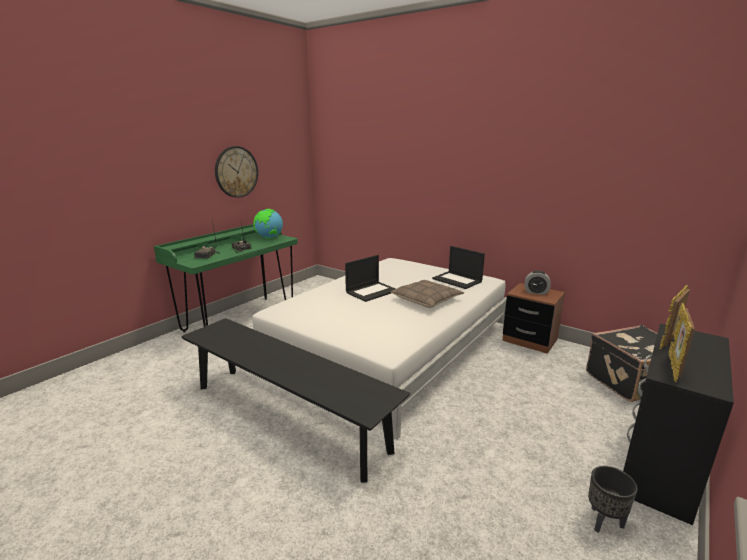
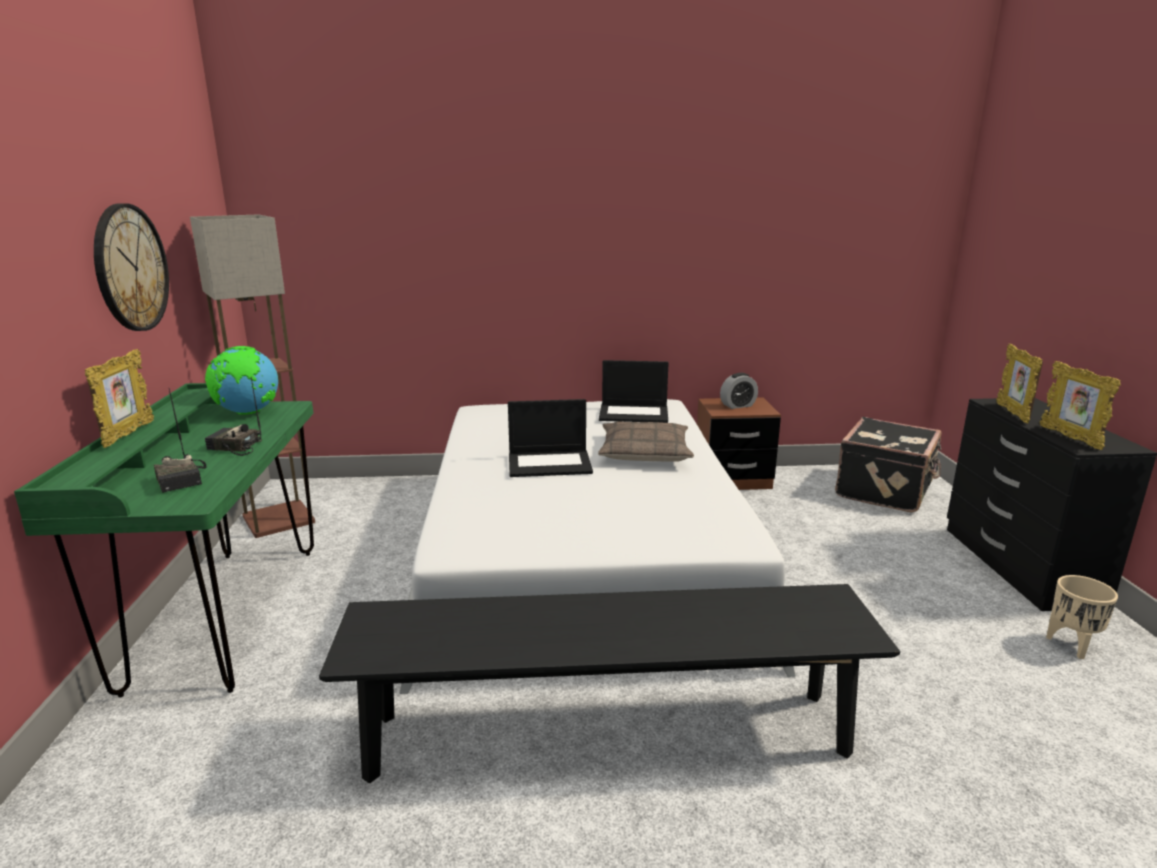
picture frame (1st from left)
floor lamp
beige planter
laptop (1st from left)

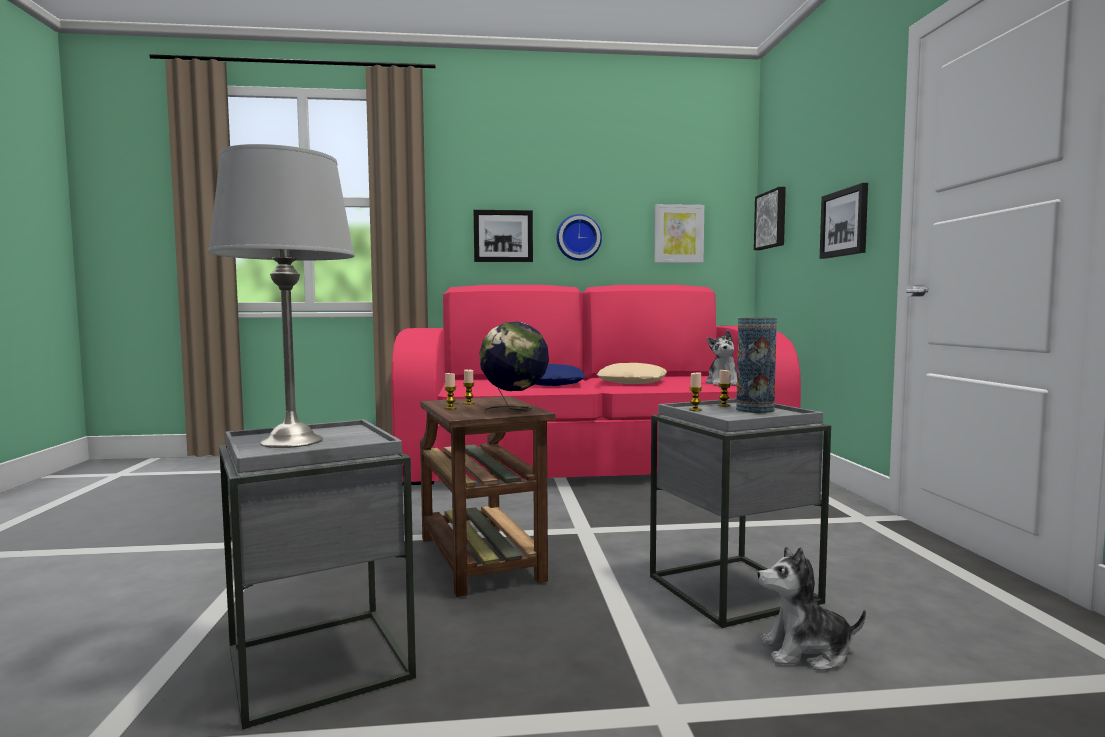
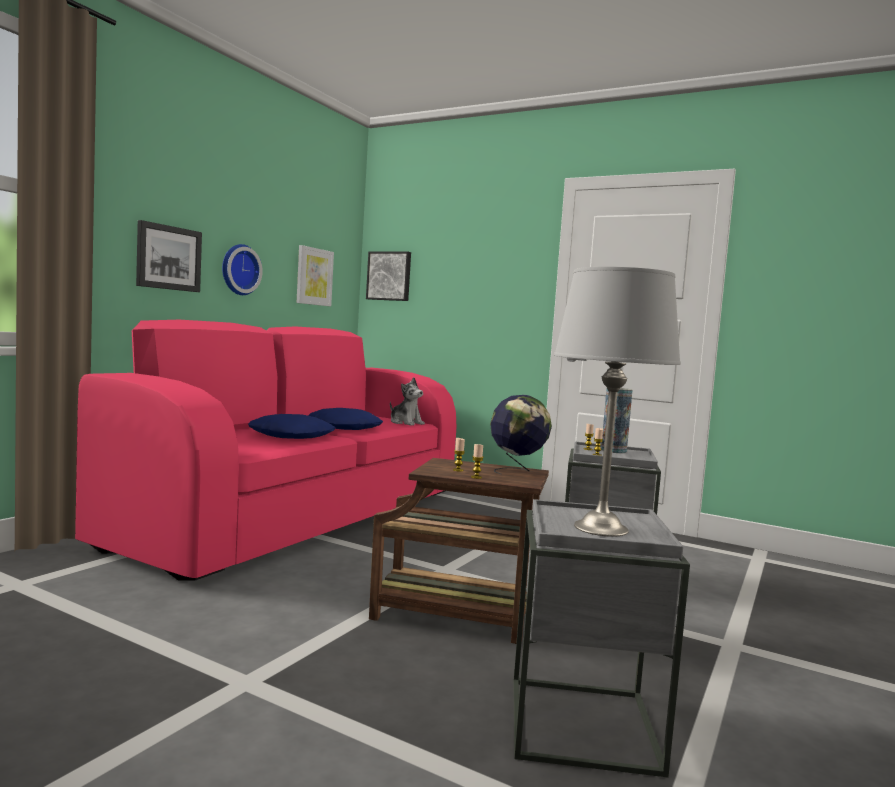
plush toy (2nd from left in the first image)
picture (4th from left in the first image)
blue pillow (2nd from left)

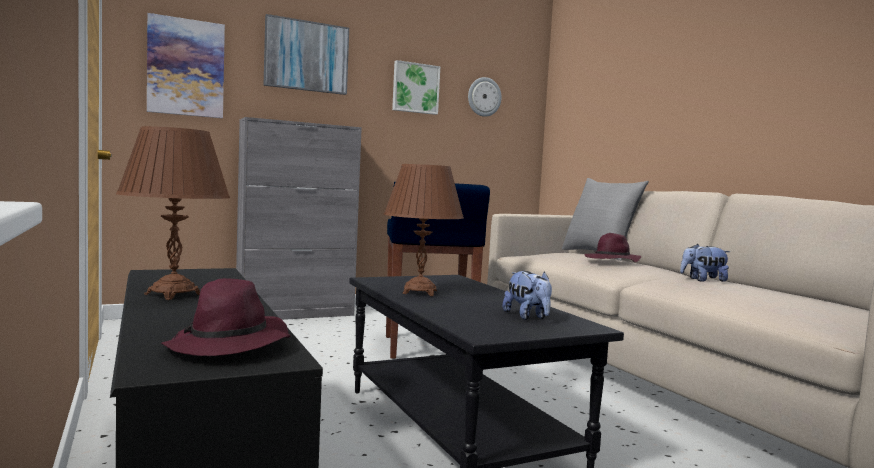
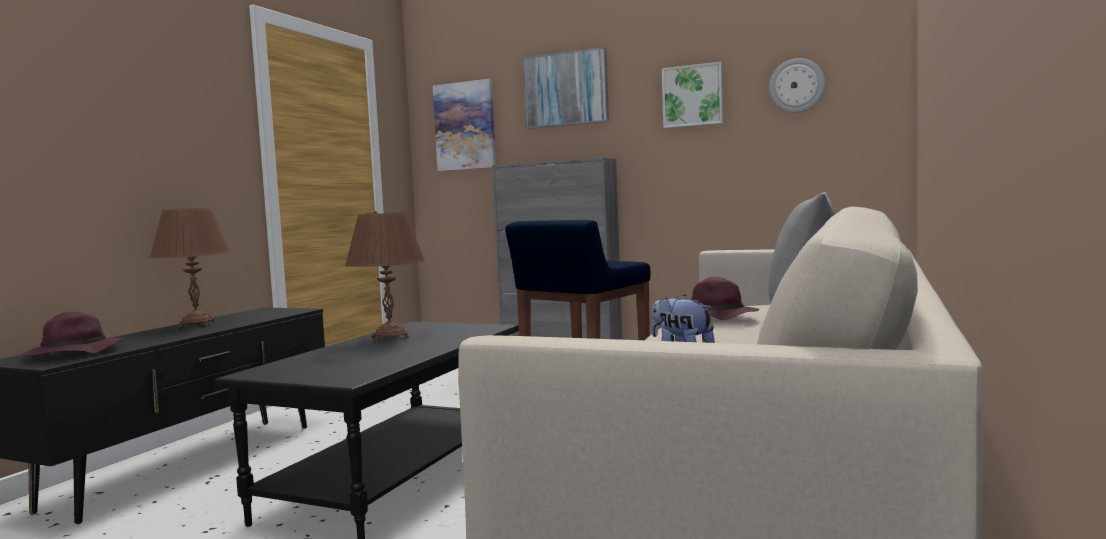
plush toy (1st from left in the first image)

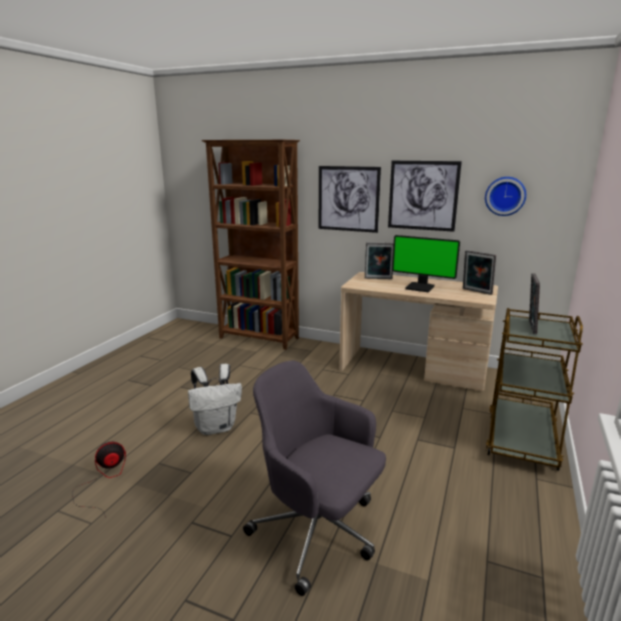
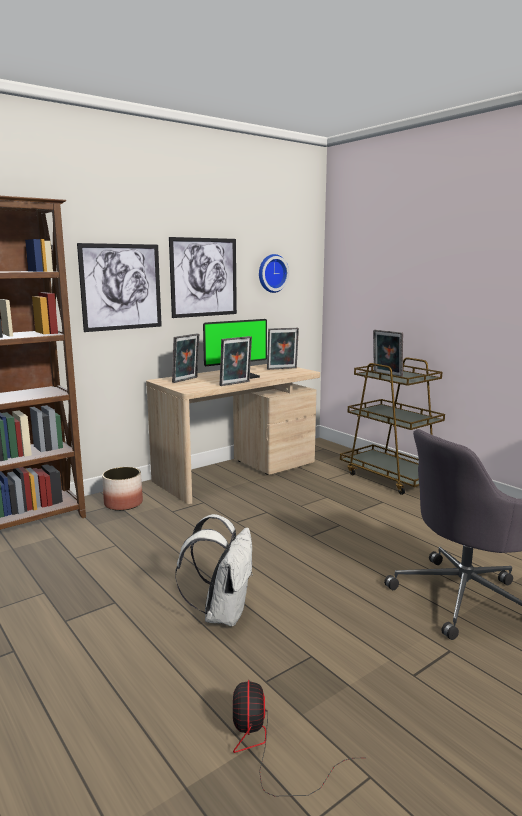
planter
picture frame (2nd from left)

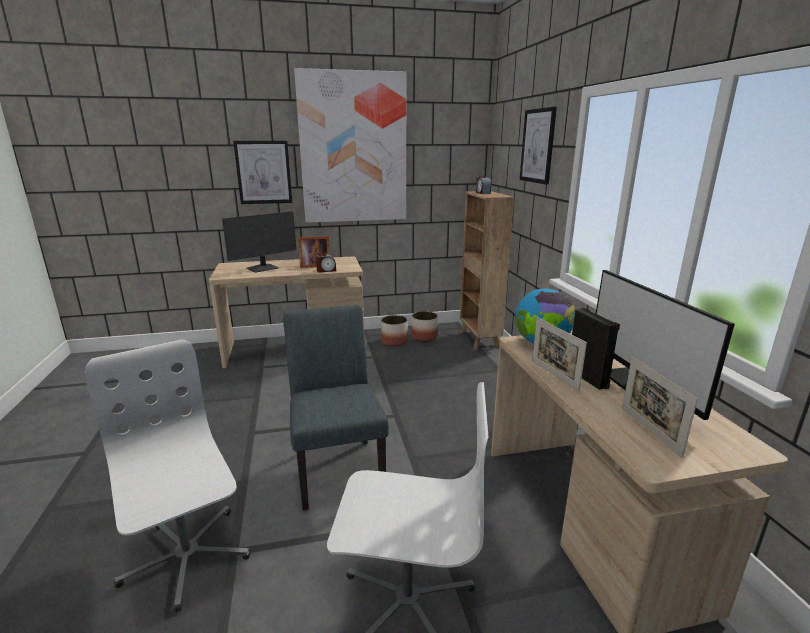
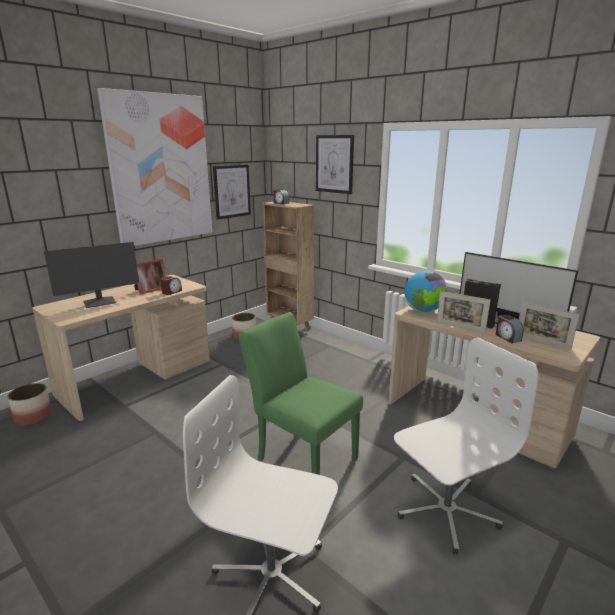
alarm clock (3rd from left)
picture (2nd from left)
planter (1st from left)
green chair
monitor (1st from left)

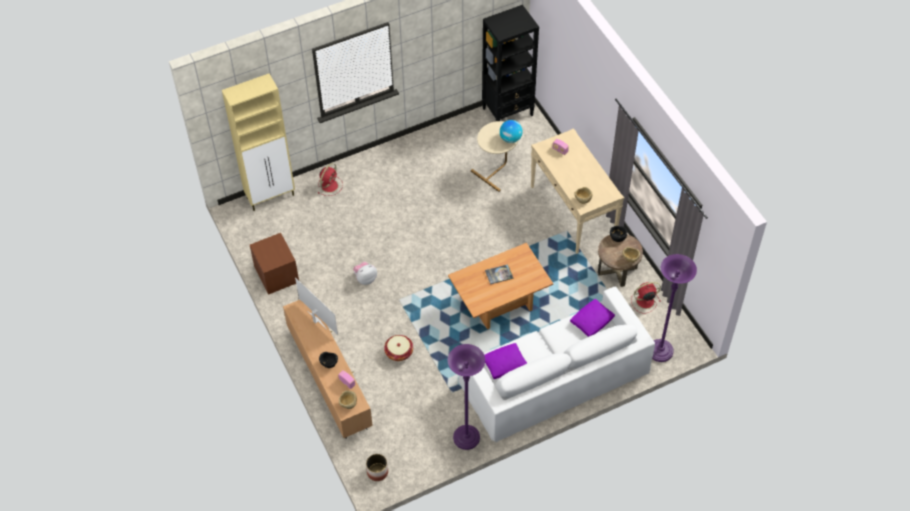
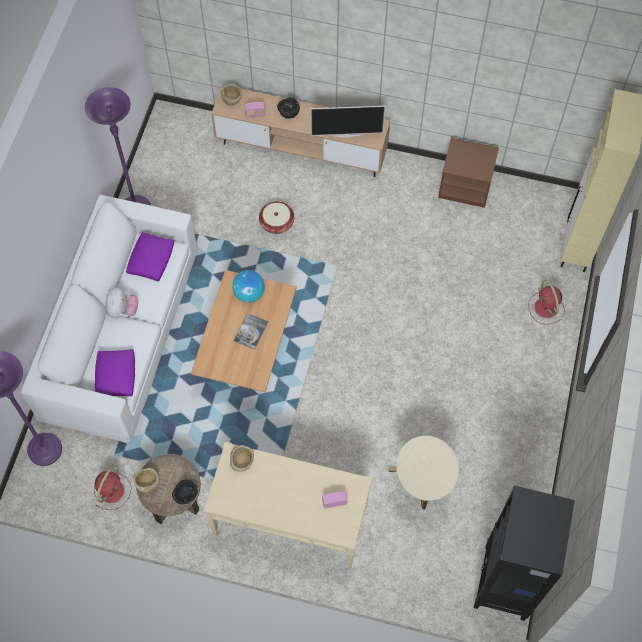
planter
plush toy
globe

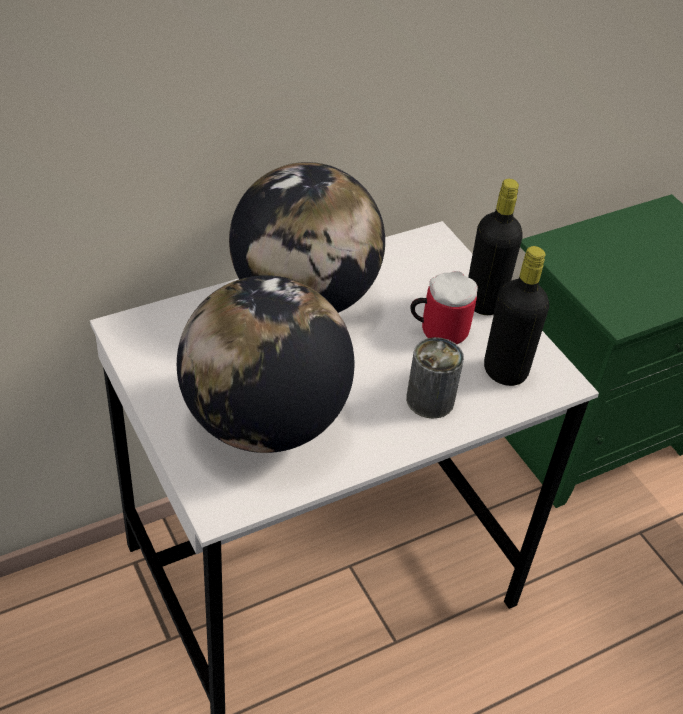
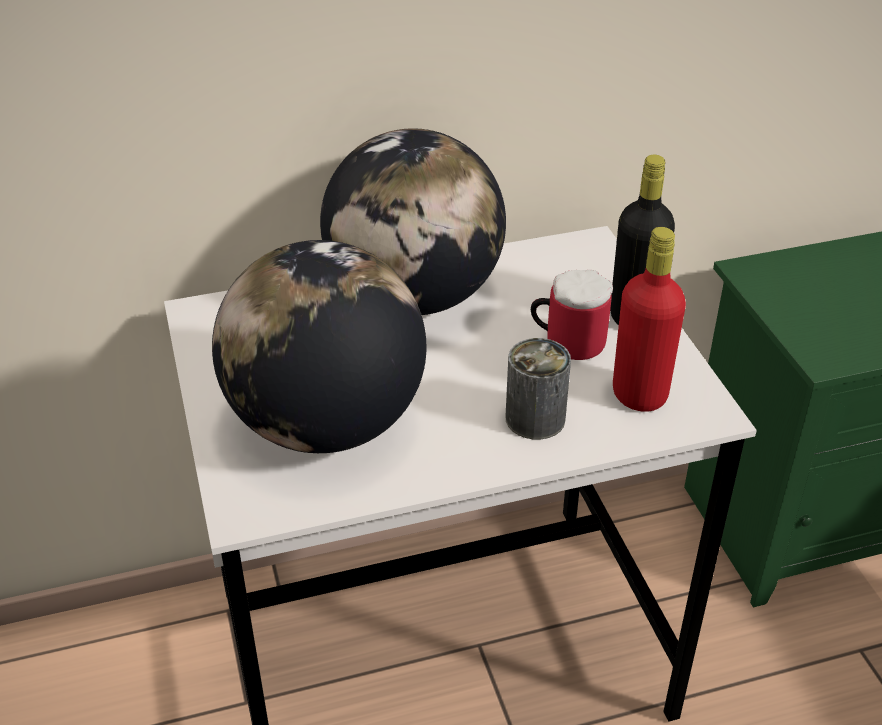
red bottle

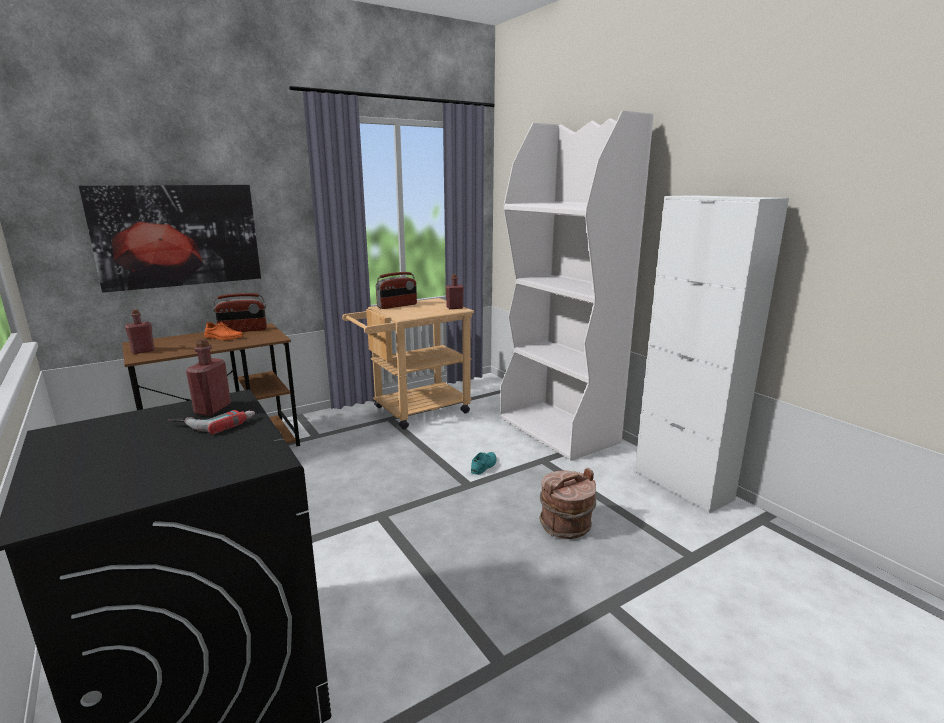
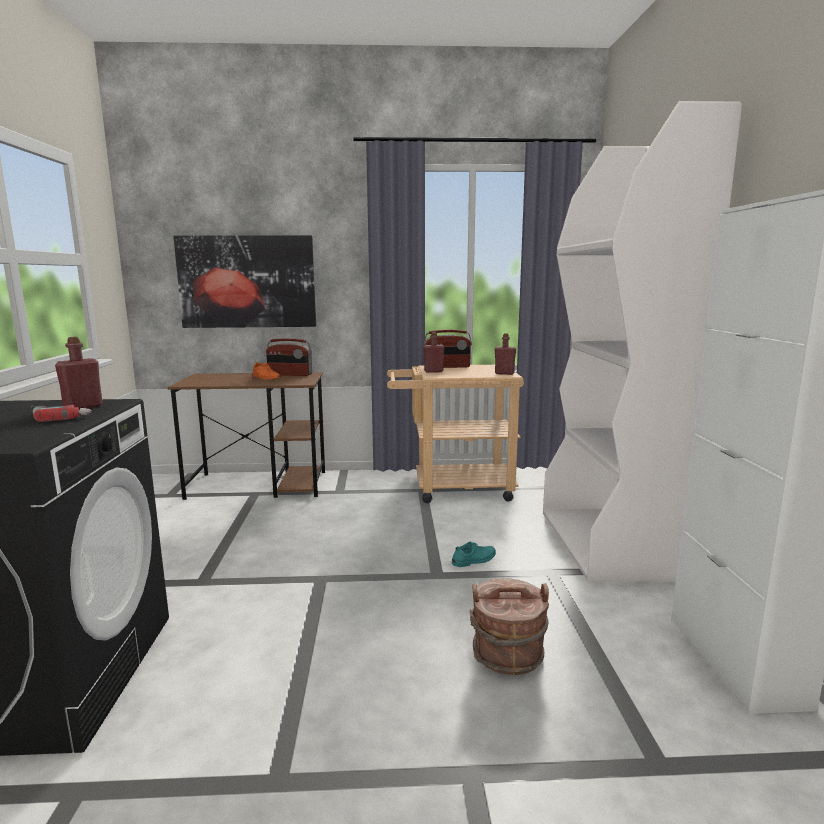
red bottle (2nd from left)

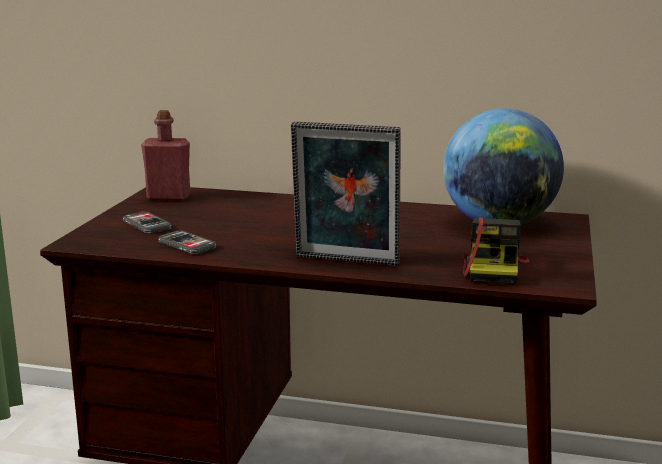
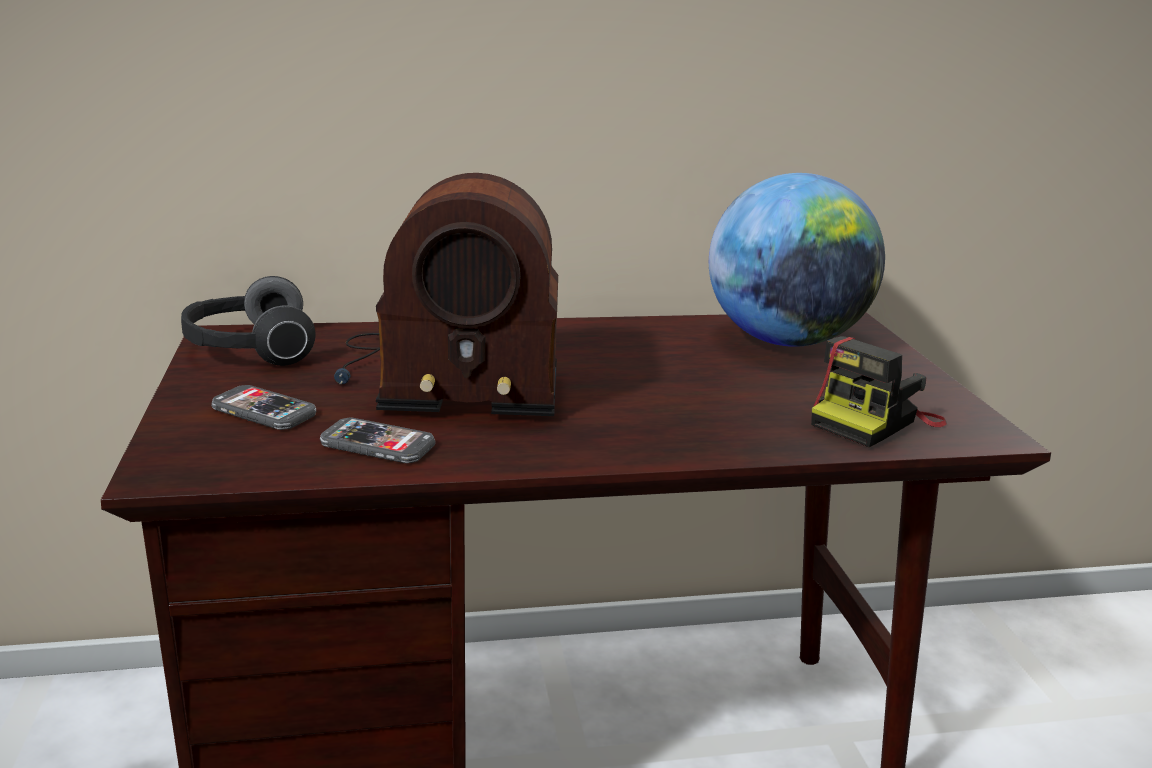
picture frame
radio
headphones
photo camera

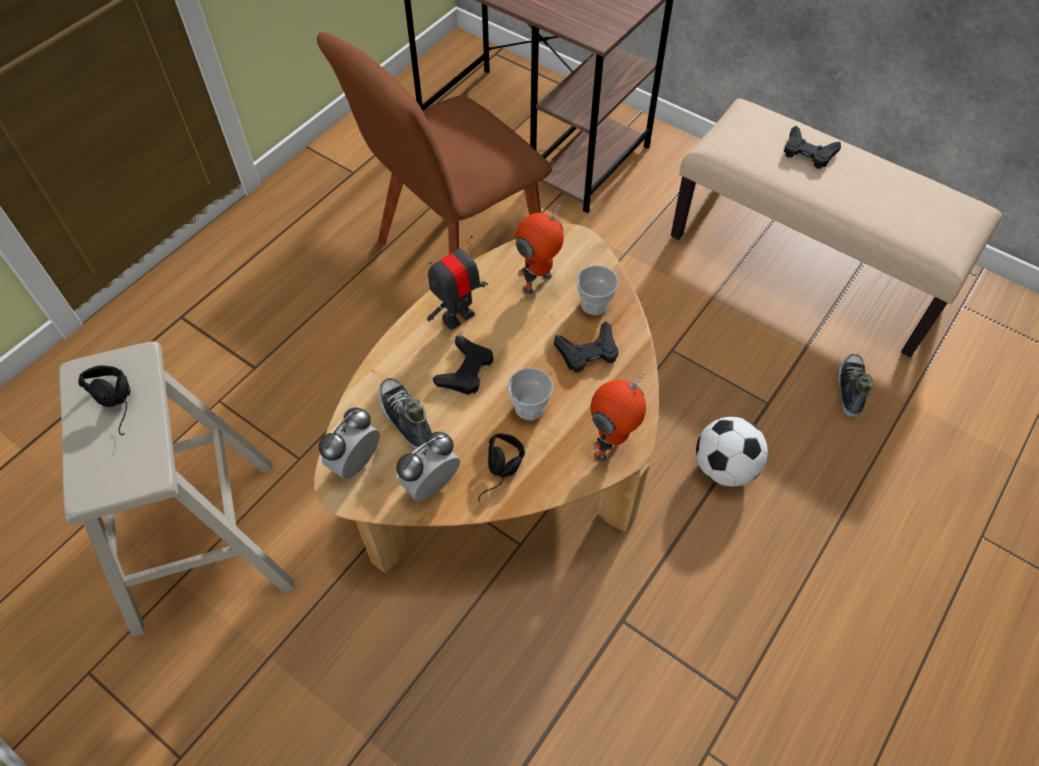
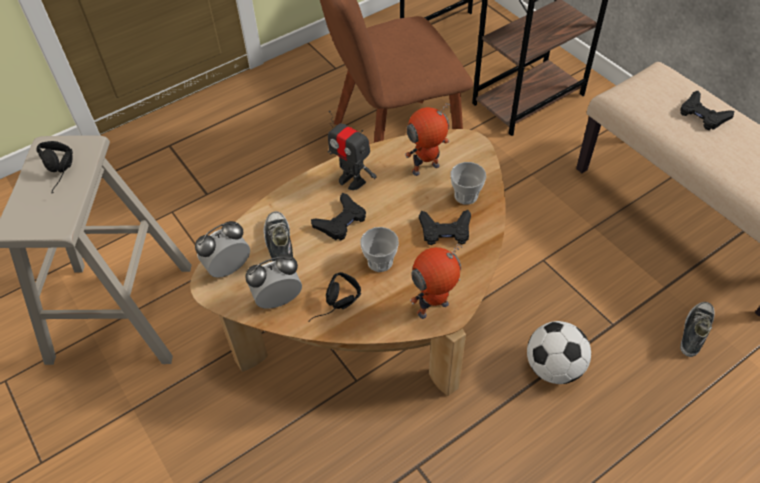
toy robot (1st from left)

